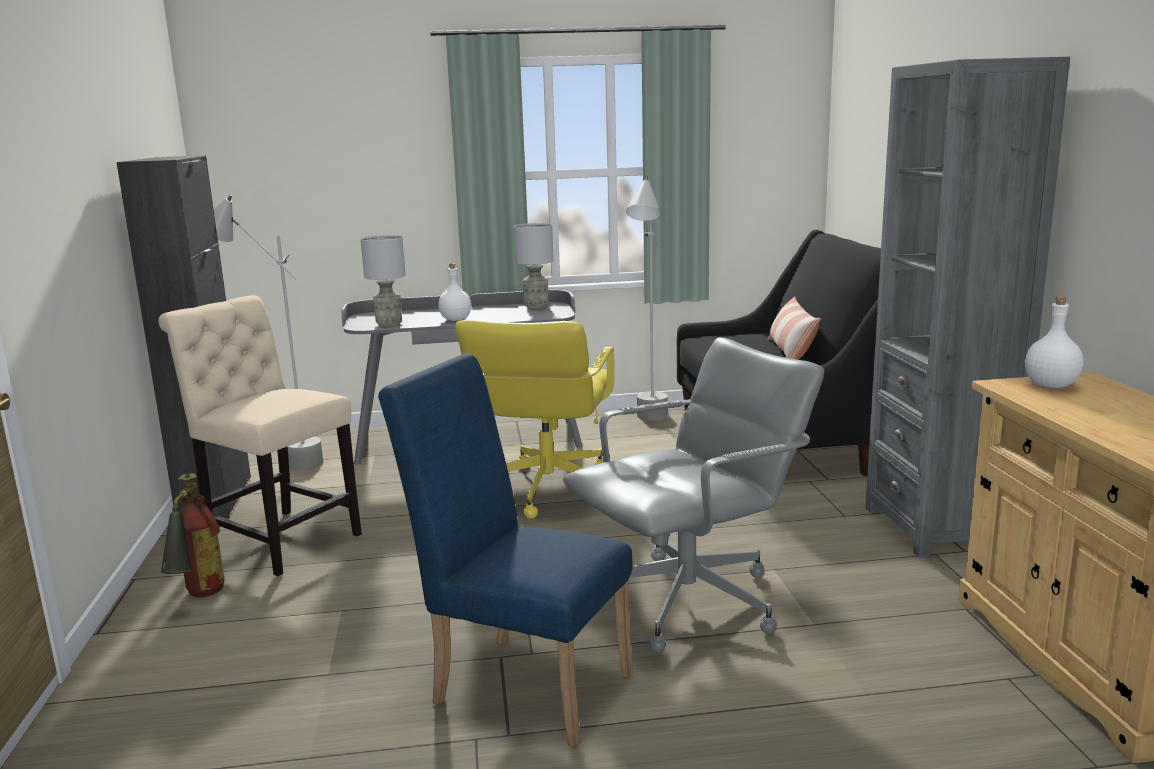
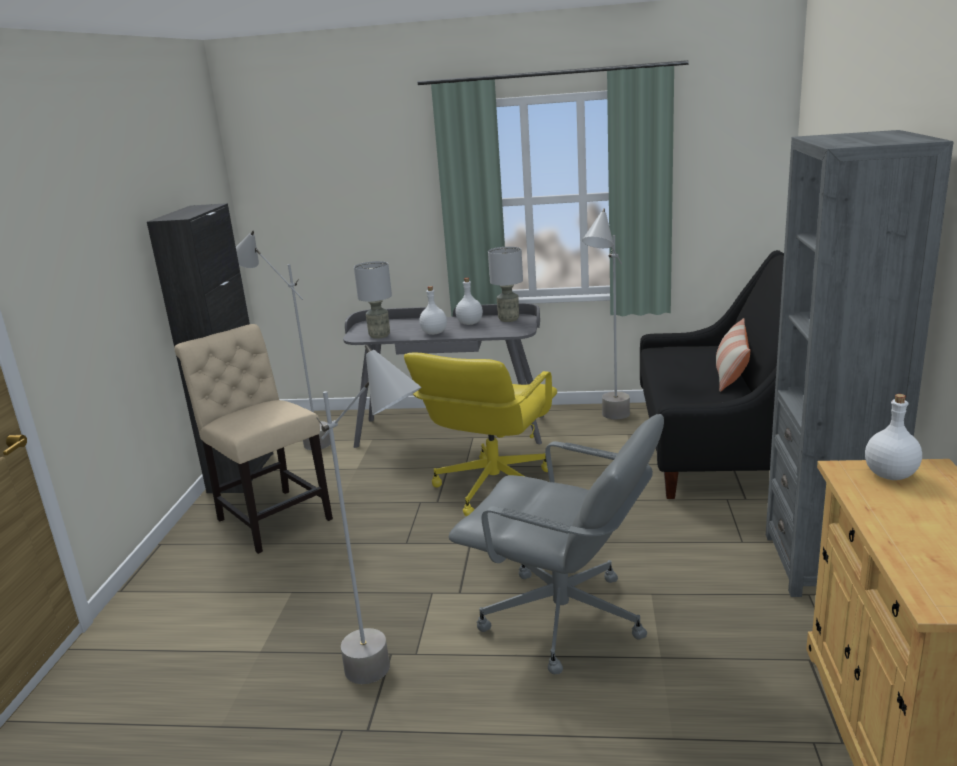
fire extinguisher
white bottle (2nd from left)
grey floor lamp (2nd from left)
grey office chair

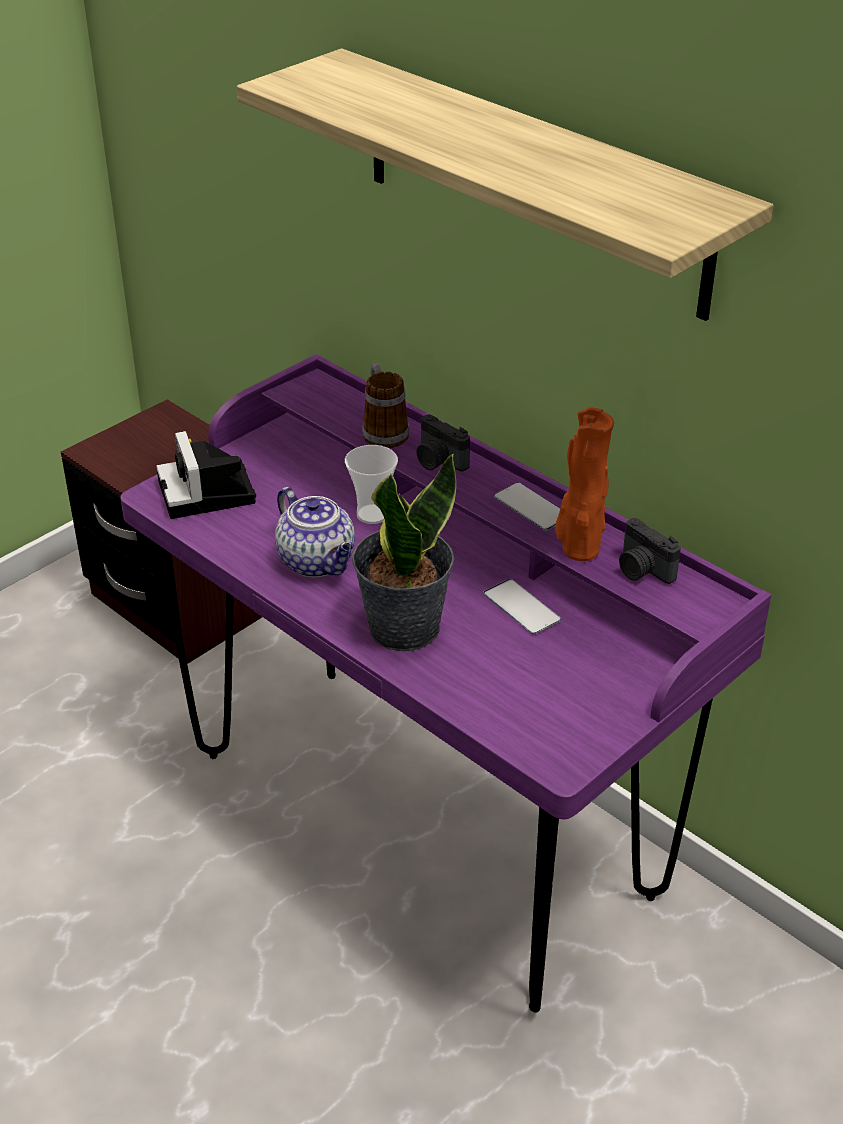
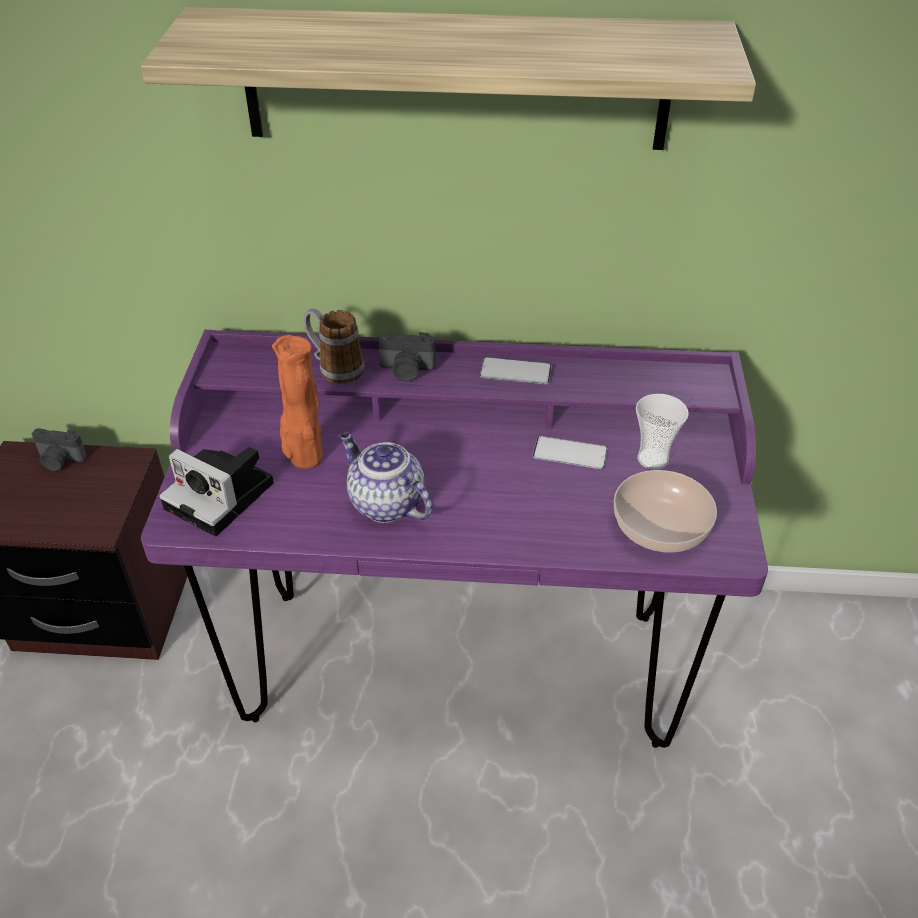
potted plant
bowl
cup
orange vase
photo camera (1st from left)
teapot

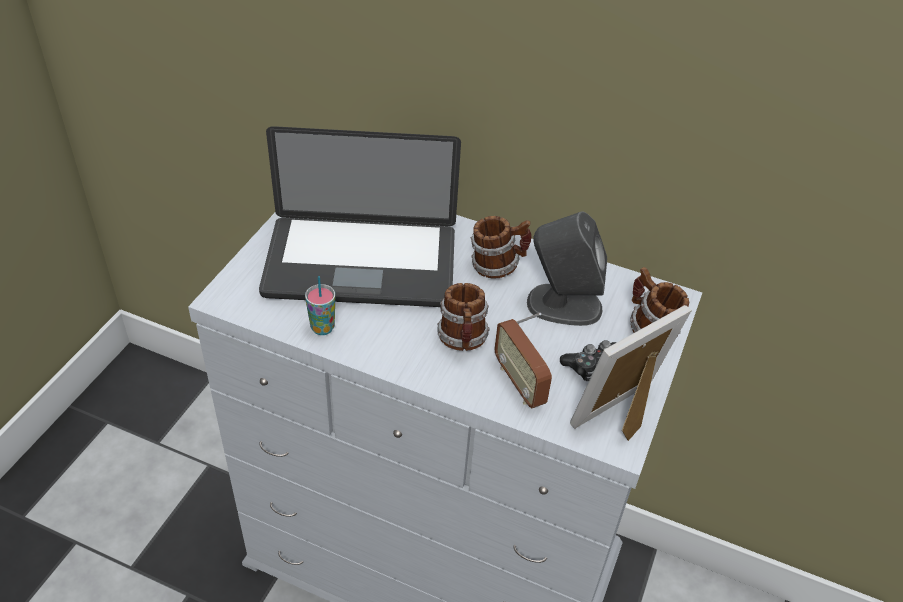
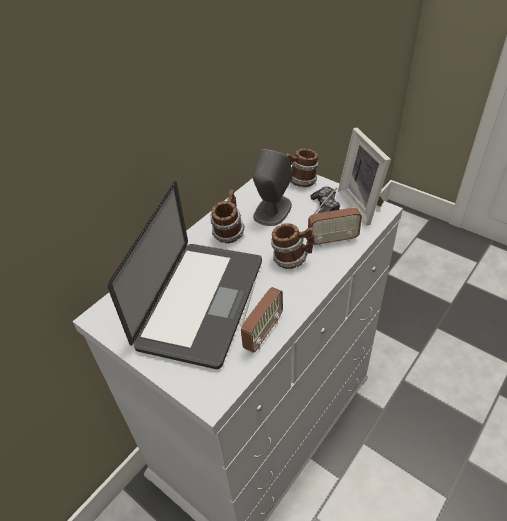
radio (1st from left)

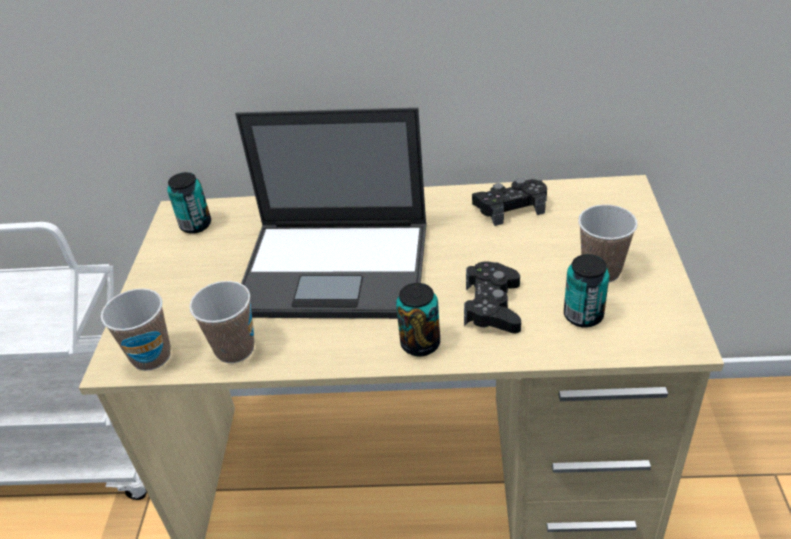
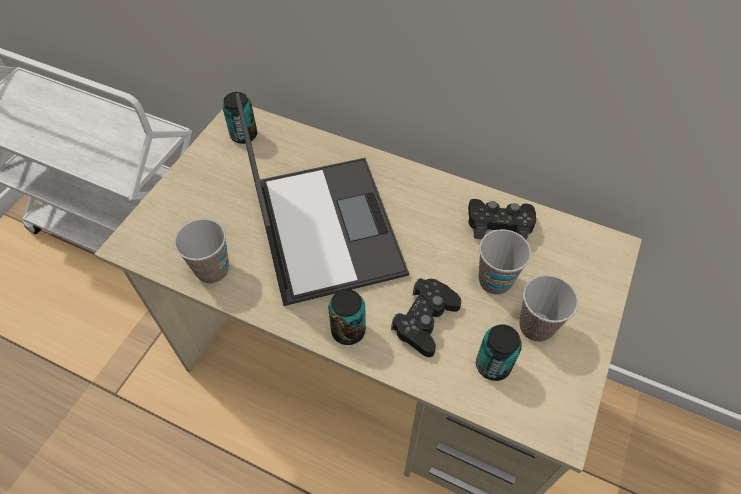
cup (2nd from left)
laptop

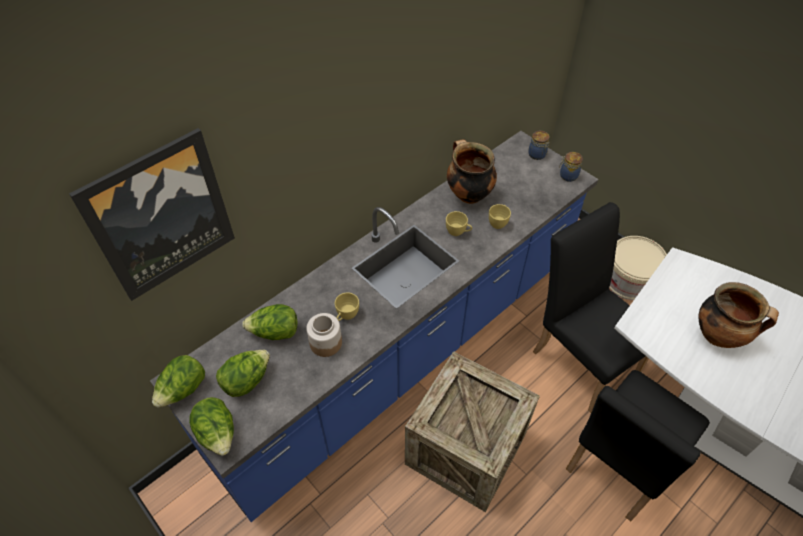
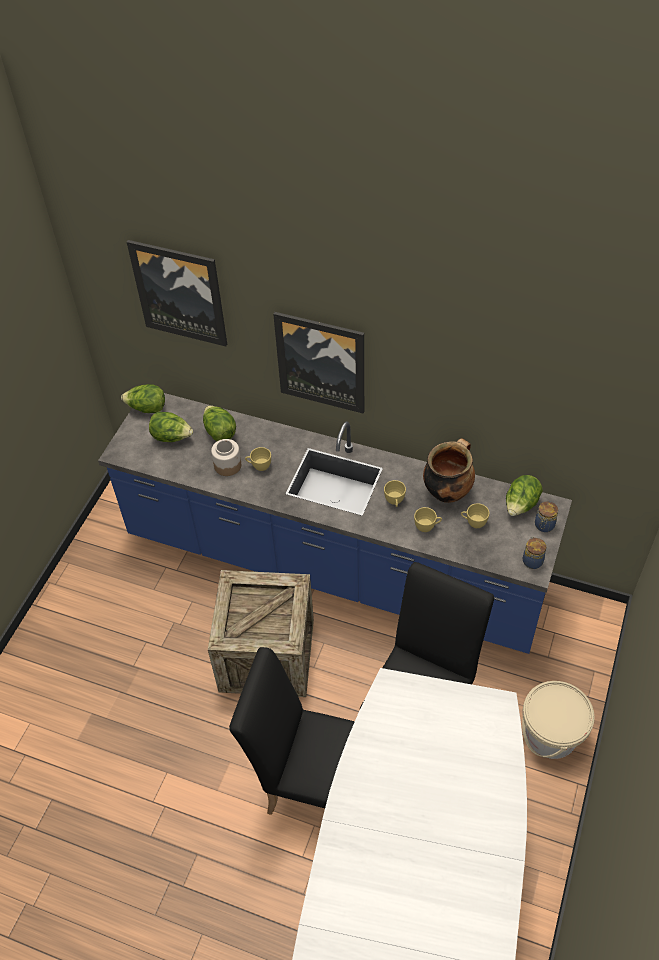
cooking pot (2nd from left in the first image)
picture (2nd from left)
yellow cup (4th from left)
lettuce (4th from left)

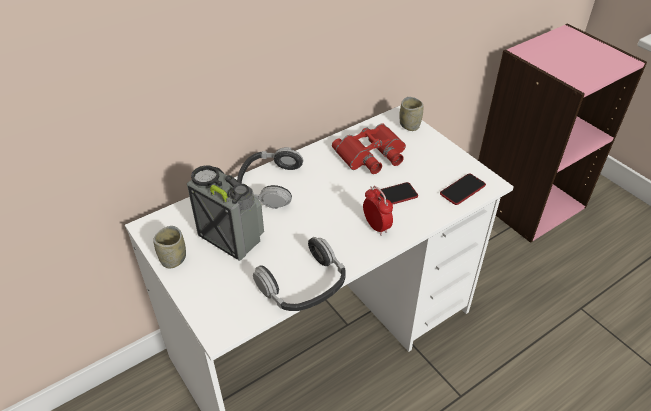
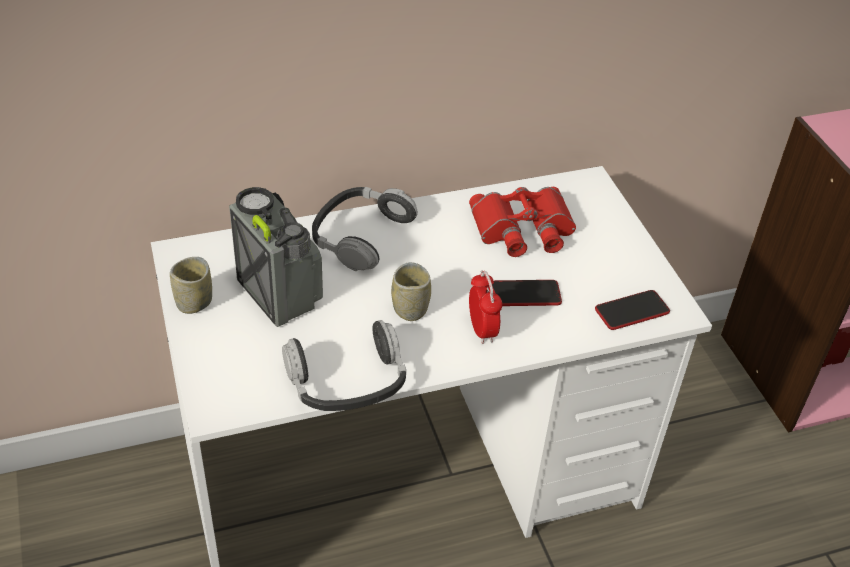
cup (2nd from left)

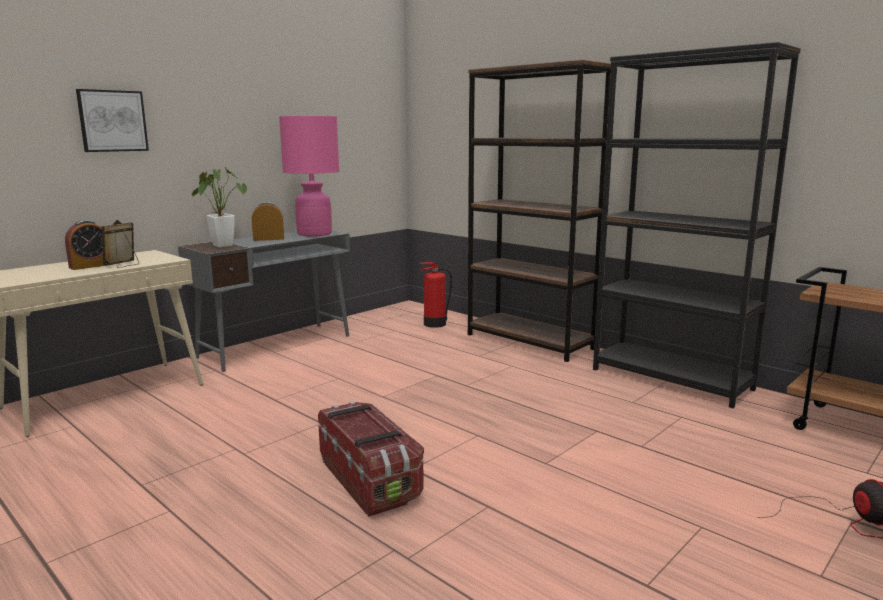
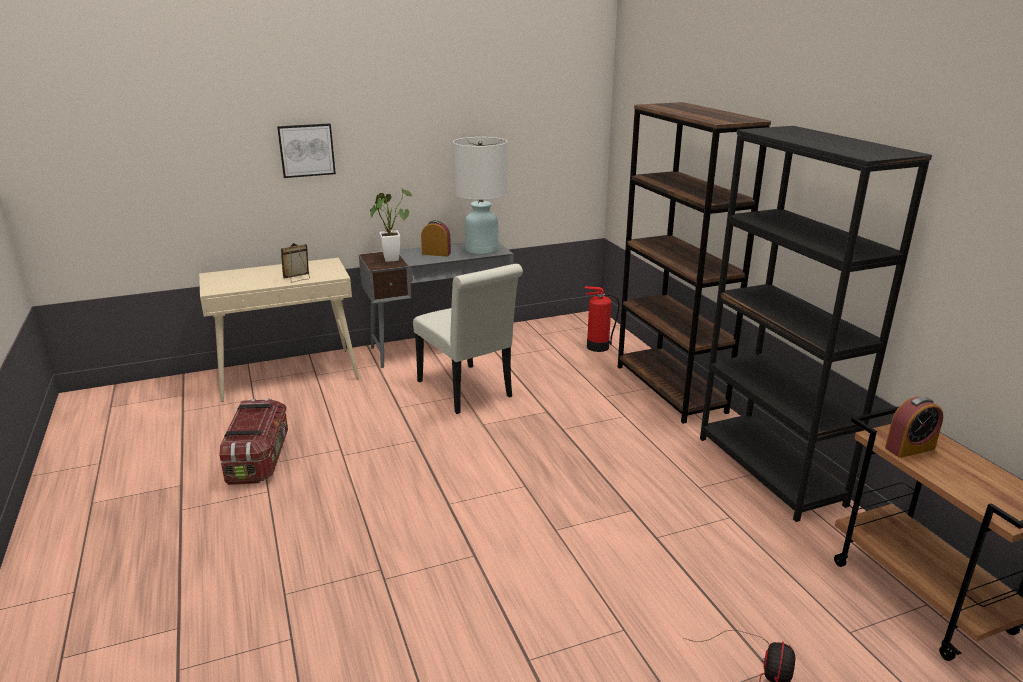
white chair
alarm clock (2nd from left)
storage box
white table lamp

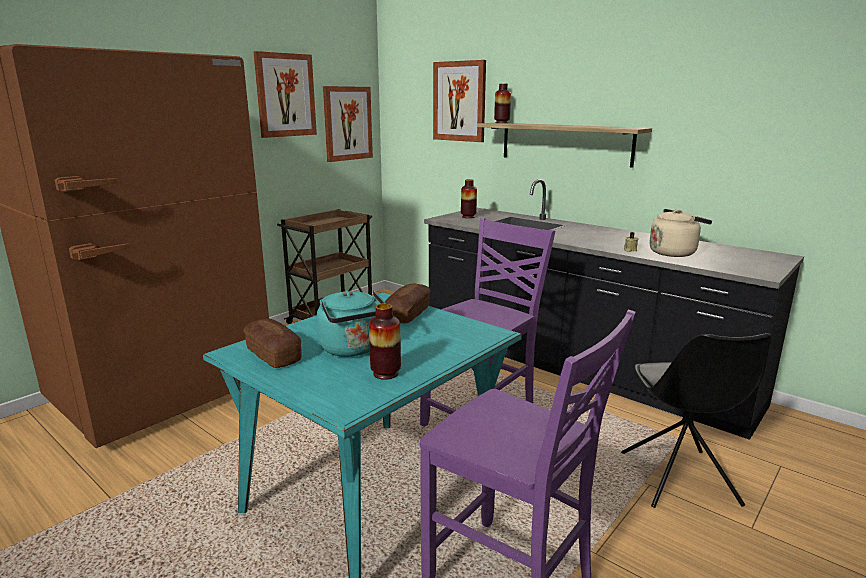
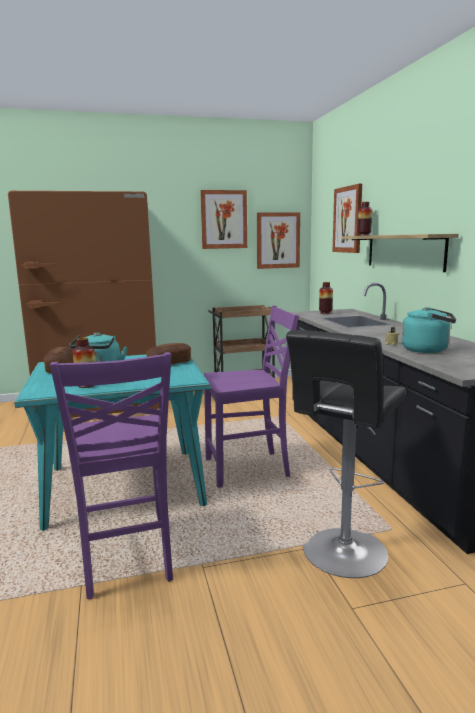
black stool
turquoise kettle (2nd from left)

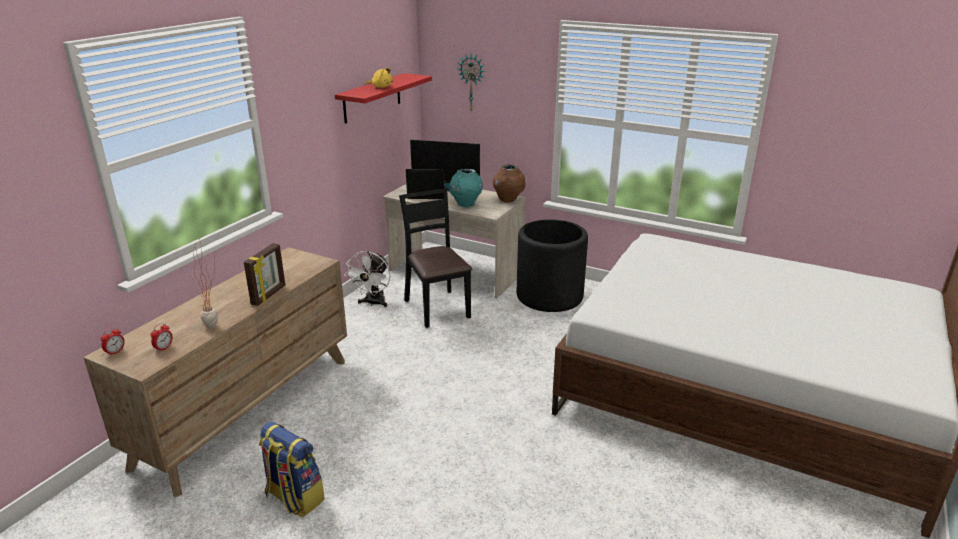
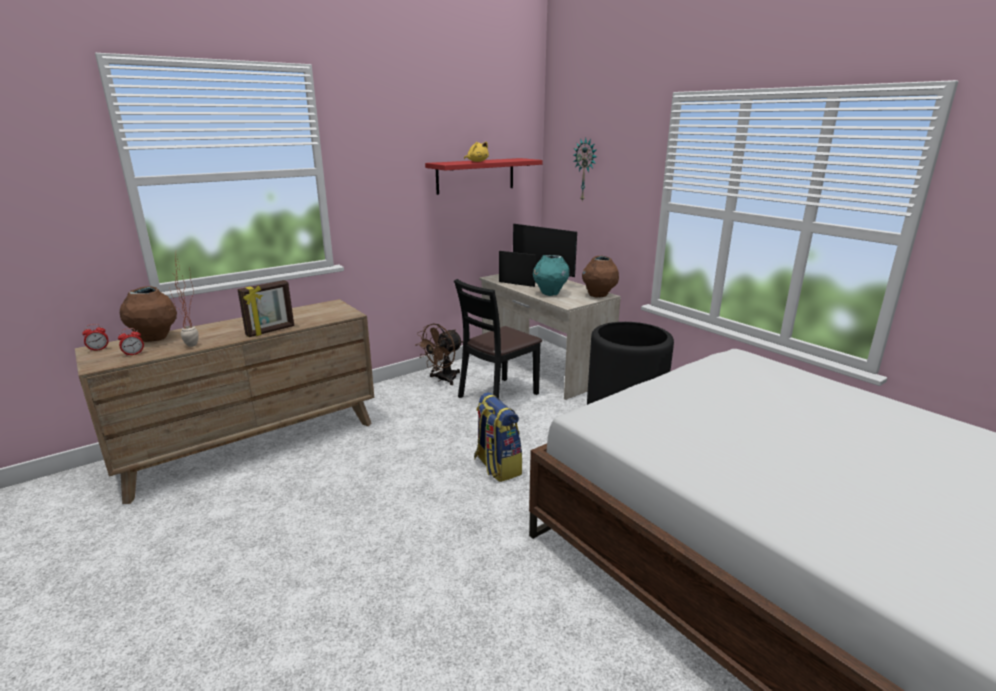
brown vase (1st from left)
backpack
brown fan
black chair

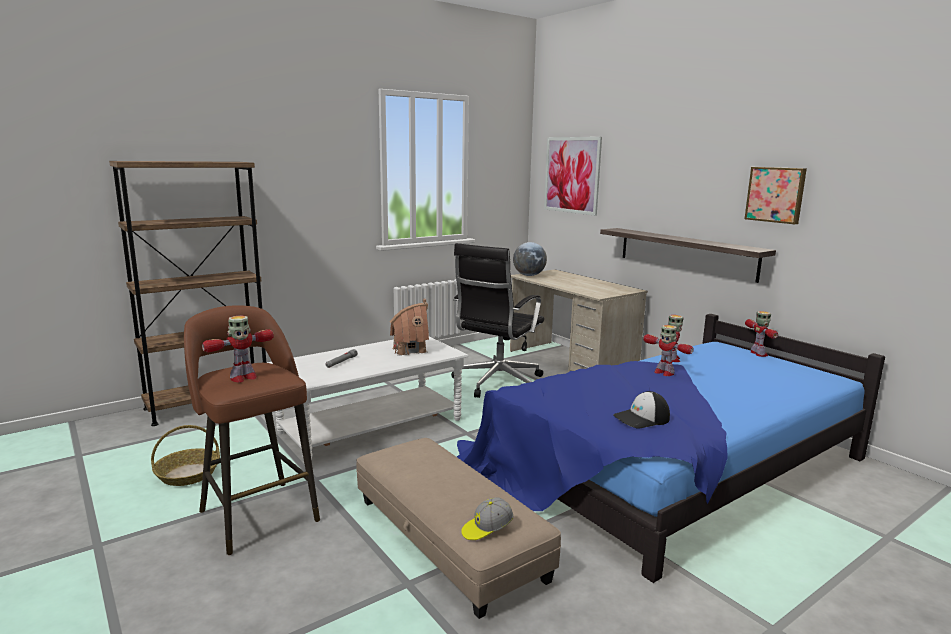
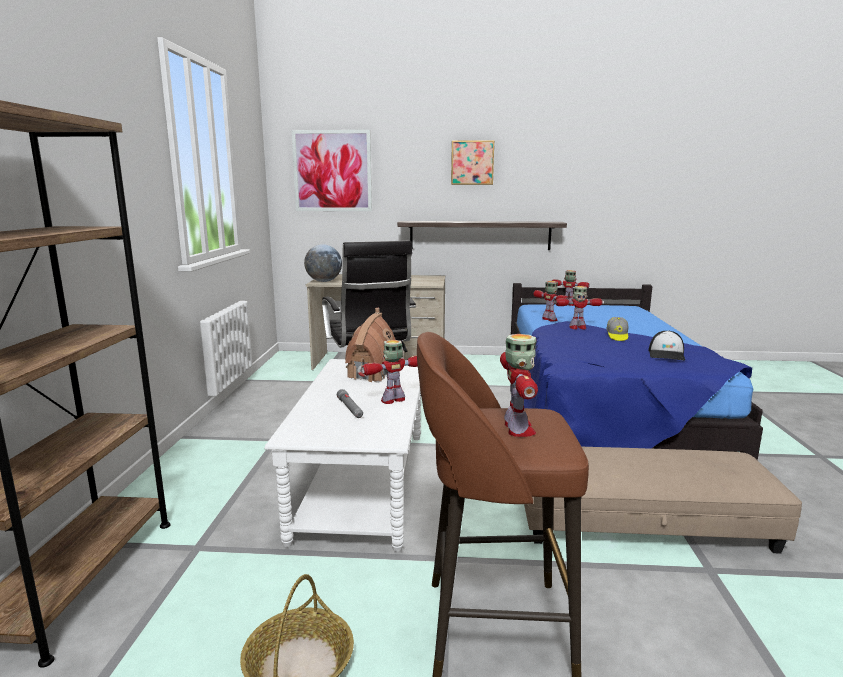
toy robot (1st from left)
cap (1st from left)
picture (2nd from left)

